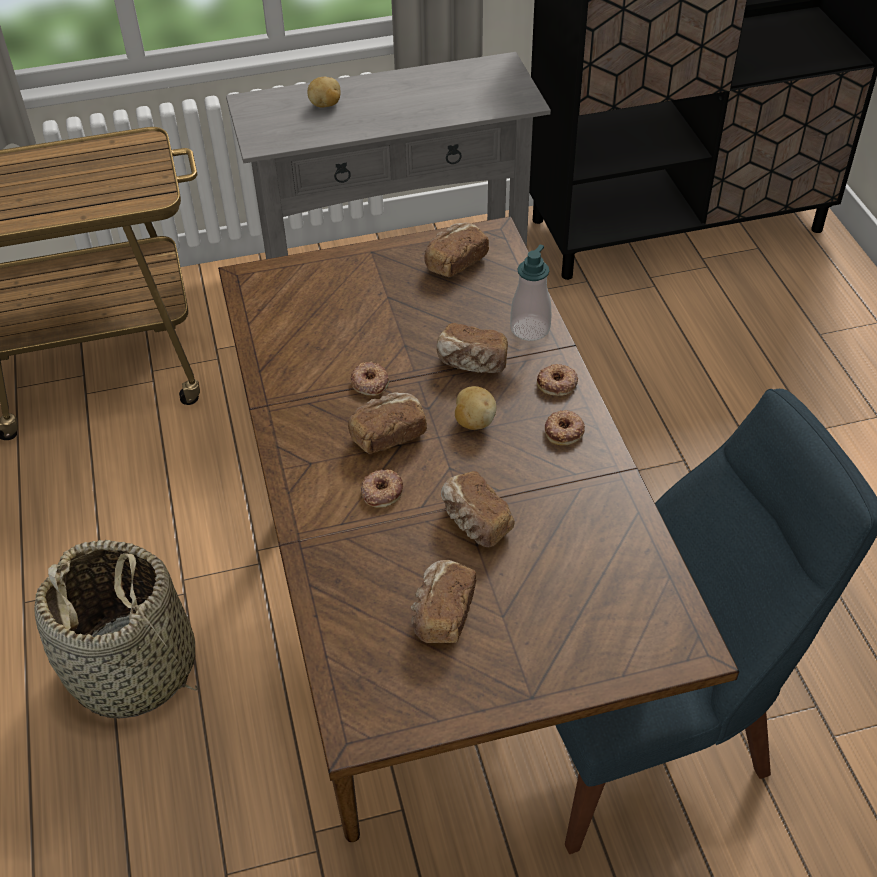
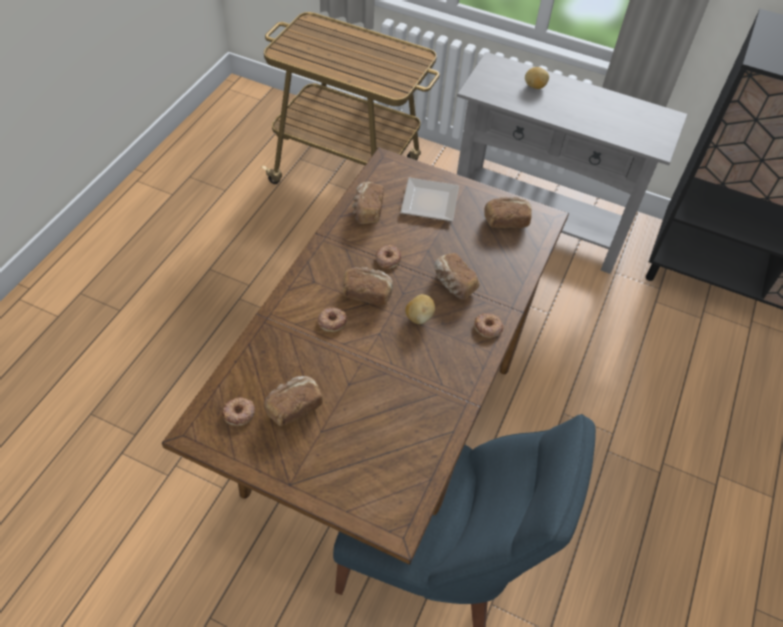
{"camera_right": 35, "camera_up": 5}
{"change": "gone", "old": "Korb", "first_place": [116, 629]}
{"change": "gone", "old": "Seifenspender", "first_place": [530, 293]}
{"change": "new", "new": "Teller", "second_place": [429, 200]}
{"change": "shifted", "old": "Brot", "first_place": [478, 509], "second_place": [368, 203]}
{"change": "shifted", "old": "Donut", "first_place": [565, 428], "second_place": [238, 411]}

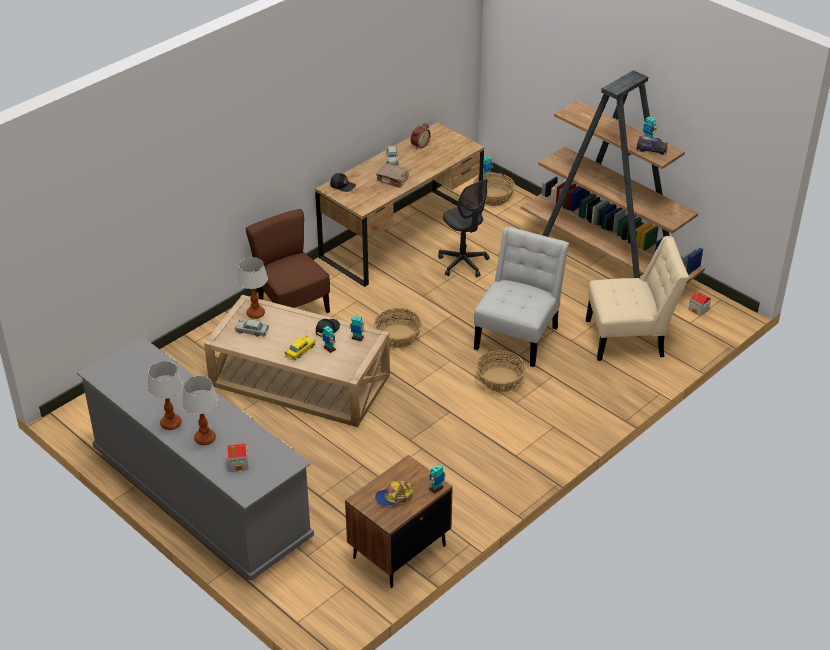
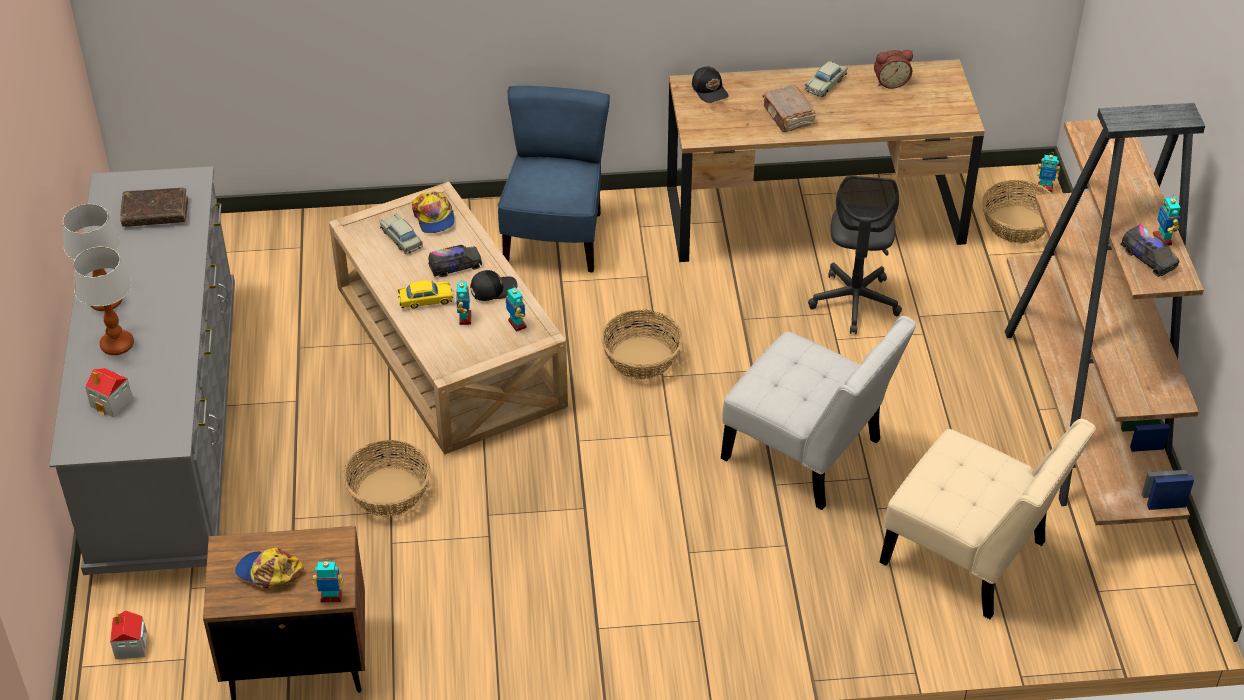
{"camera_right": 40, "camera_up": 5}
{"change": "new", "new": "Buch [braun]", "second_place": [154, 207]}
{"change": "new", "new": "Spielzeuglaster", "second_place": [455, 261]}
{"change": "shifted", "old": "Korb", "first_place": [501, 371], "second_place": [386, 478]}
{"change": "shifted", "old": "Spielzeughaus", "first_place": [700, 303], "second_place": [128, 634]}
{"change": "swapped", "old": "Tischlampe", "new": "Kappe", "first_place": [252, 288], "second_place": [433, 212]}
{"change": "repainted", "old": "Stuhl [braun]", "new": "Stuhl [blau]", "first_place": [287, 261], "second_place": [553, 179]}
{"change": "rotated", "old": "Stuhl [weiß]", "first_place": [521, 296], "second_place": [819, 413], "degrees": 60}

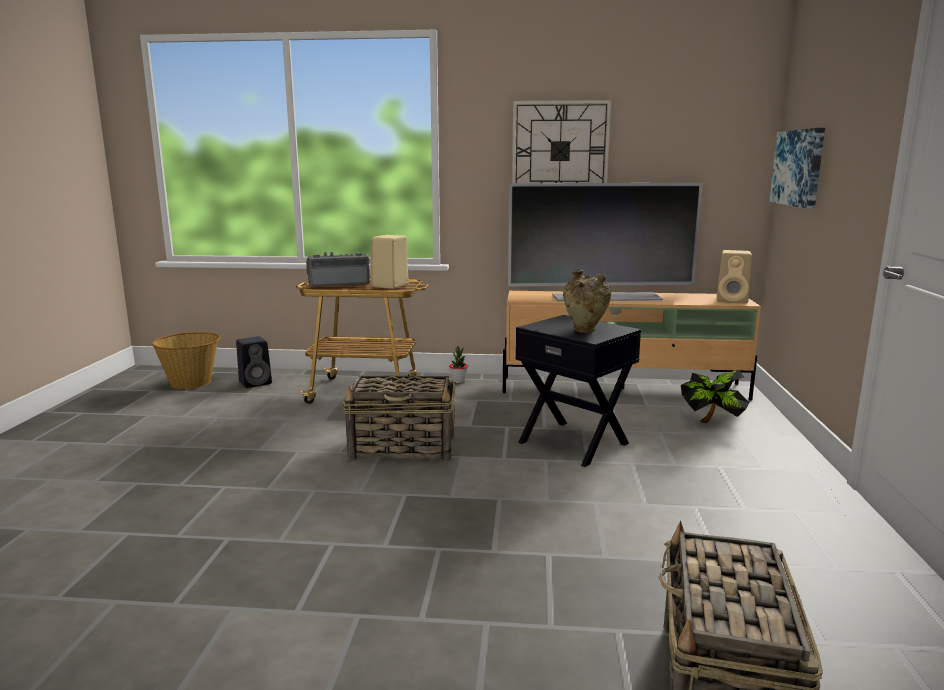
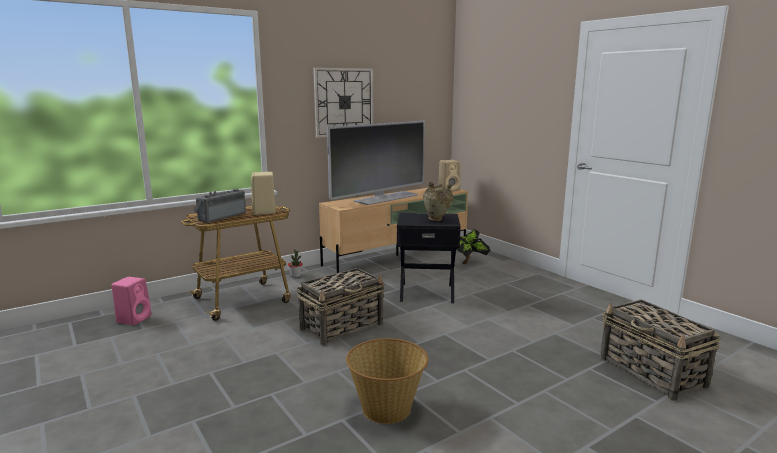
{"camera_right": -40, "camera_up": 0}
{"change": "gone", "old": "Bild", "first_place": [797, 168]}
{"change": "shifted", "old": "Korb", "first_place": [186, 360], "second_place": [387, 381]}
{"change": "repainted", "old": "Lautsprecher [schwarz]", "new": "Lautsprecher [rosa]", "first_place": [254, 362], "second_place": [131, 301]}

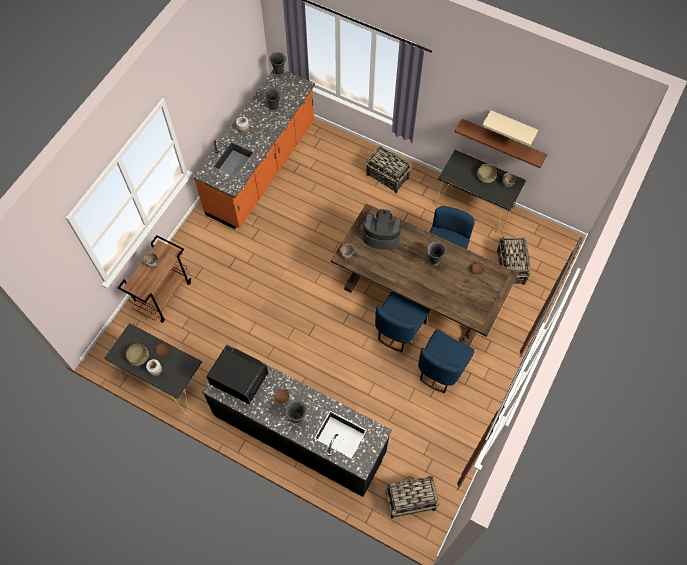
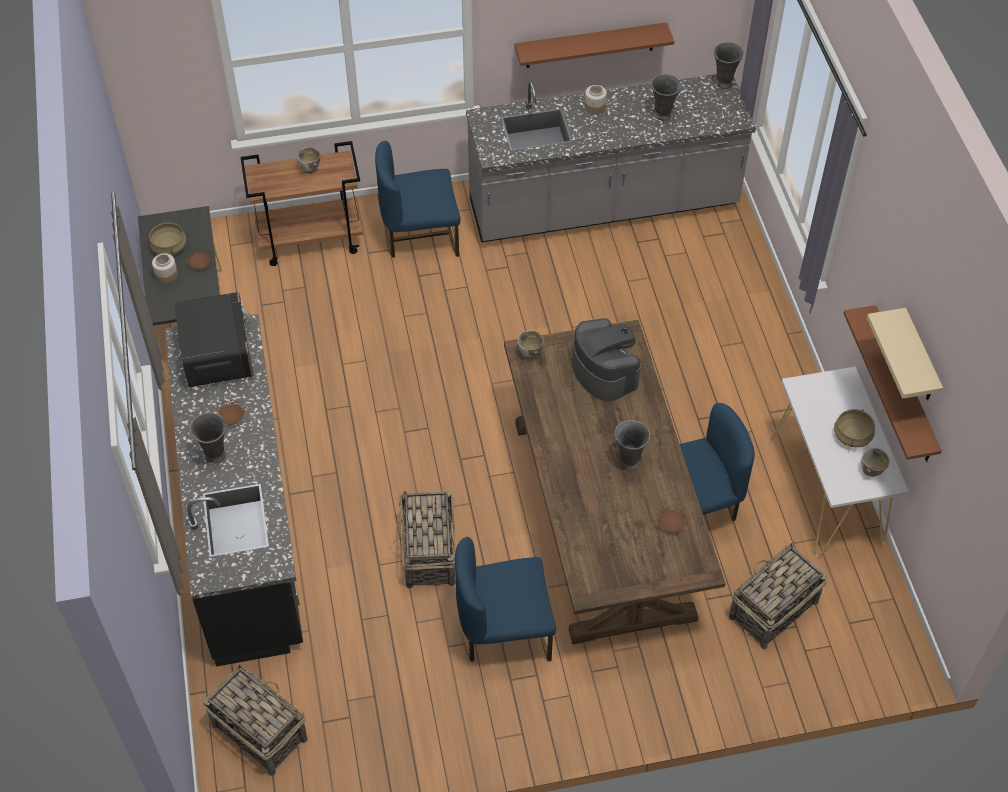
{"camera_right": 50, "camera_up": -10}
{"change": "new", "new": "Wandregal [braun]", "second_place": [594, 45]}
{"change": "shifted", "old": "Korb", "first_place": [389, 169], "second_place": [426, 539]}
{"change": "shifted", "old": "Stuhl [blau]", "first_place": [402, 321], "second_place": [418, 199]}
{"change": "repainted", "old": "Küchenzeile [orange]", "new": "Küchenzeile [grau]", "first_place": [254, 149], "second_place": [611, 158]}
{"change": "repainted", "old": "Konsolentisch [schwarz]", "new": "Konsolentisch [weiß]", "first_place": [480, 192], "second_place": [840, 462]}

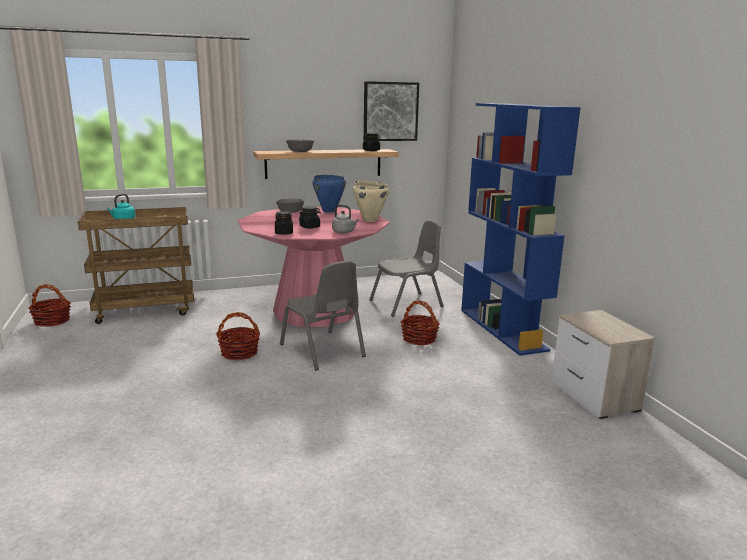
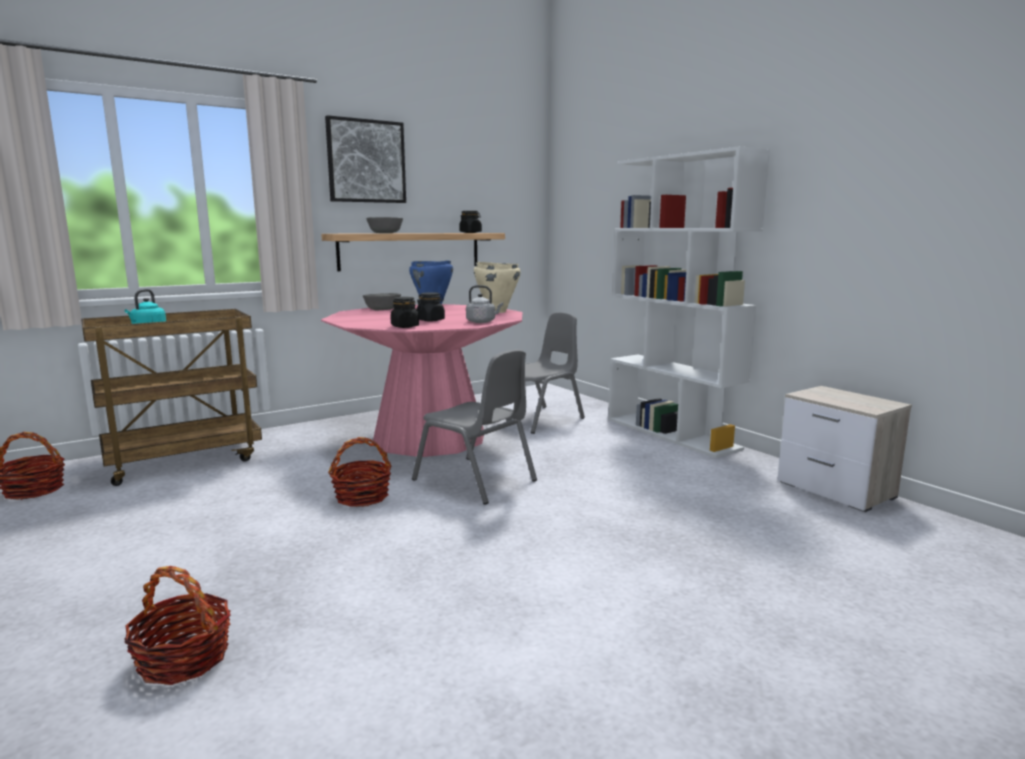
{"camera_right": -15, "camera_up": -5}
{"change": "shifted", "old": "Bild", "first_place": [391, 111], "second_place": [365, 159]}
{"change": "shifted", "old": "Korb", "first_place": [420, 323], "second_place": [177, 625]}
{"change": "repainted", "old": "Bücherregal [blau]", "new": "Bücherregal [weiß]", "first_place": [521, 229], "second_place": [689, 302]}

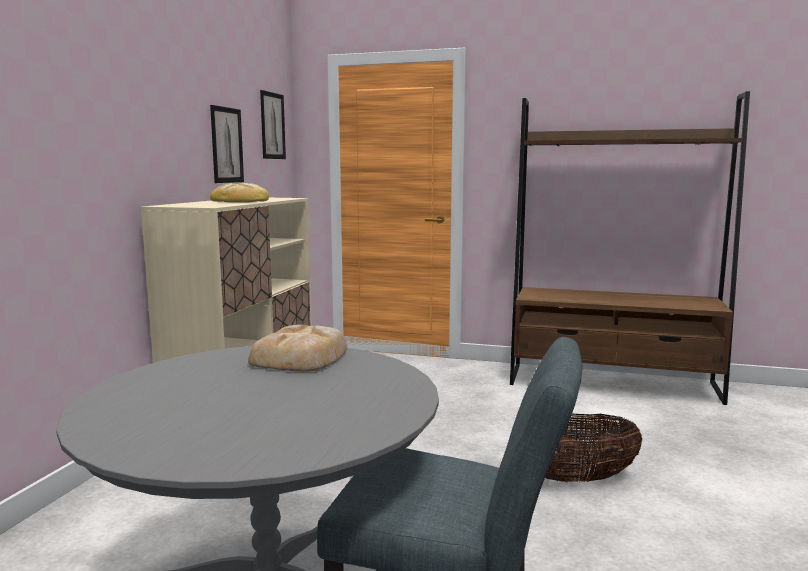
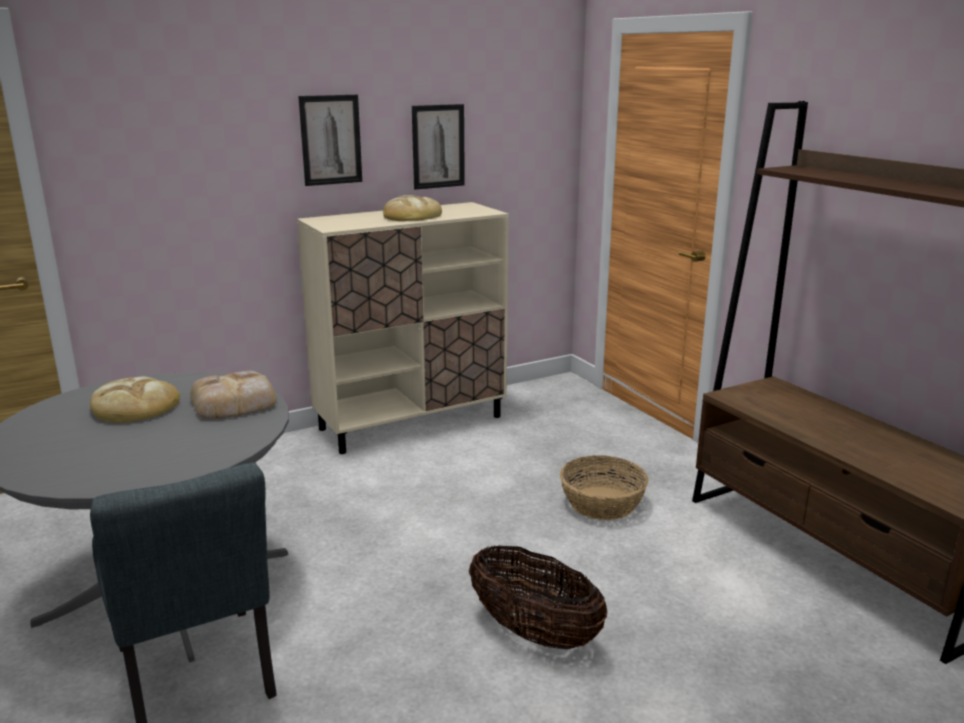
{"camera_right": 45, "camera_up": 10}
{"change": "new", "new": "Brot", "second_place": [135, 399]}
{"change": "new", "new": "Korb", "second_place": [604, 487]}
{"change": "shifted", "old": "Bild", "first_place": [273, 124], "second_place": [330, 140]}

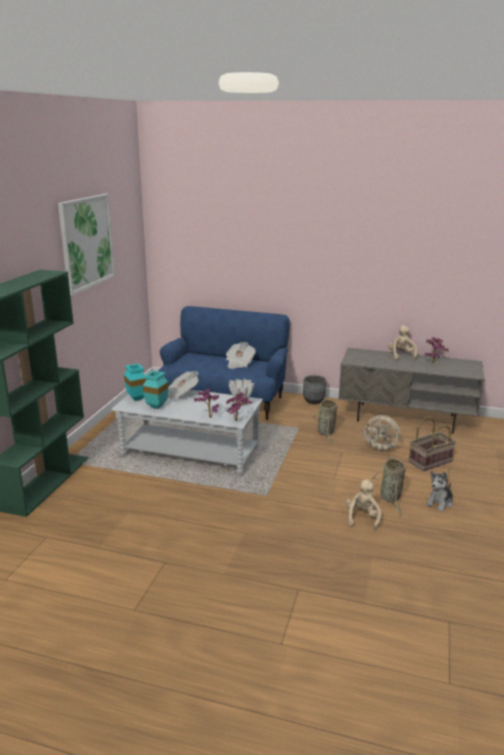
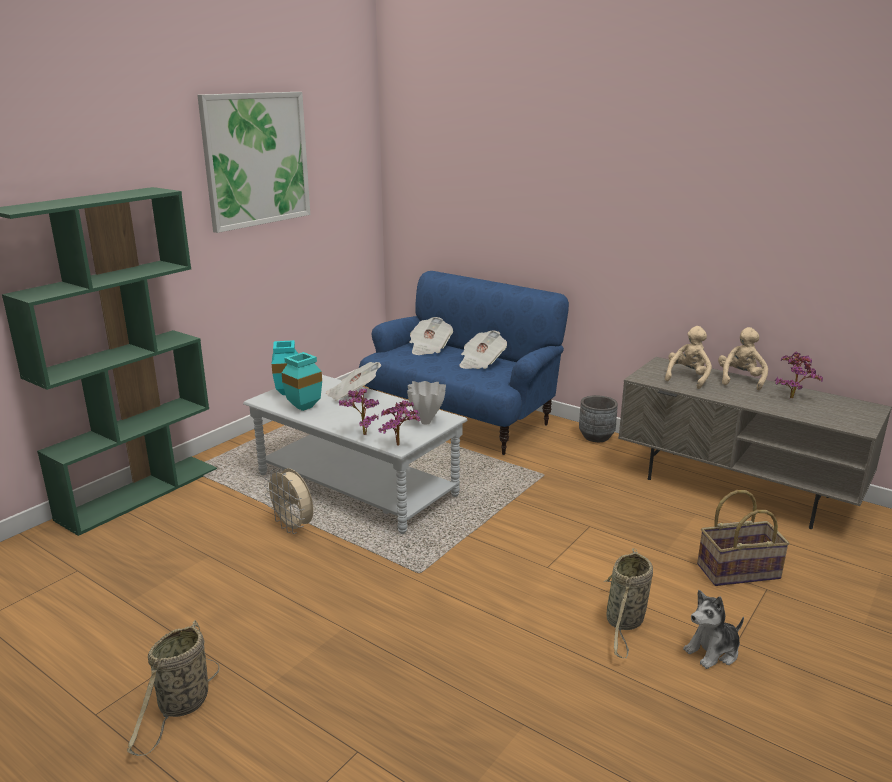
{"camera_right": 20, "camera_up": 0}
{"change": "new", "new": "Zeitung", "second_place": [431, 336]}
{"change": "shifted", "old": "Korb", "first_place": [325, 420], "second_place": [173, 688]}
{"change": "shifted", "old": "Plüschtier [beige]", "first_place": [363, 504], "second_place": [688, 357]}
{"change": "shifted", "old": "Ventilator [beige]", "first_place": [381, 433], "second_place": [288, 501]}

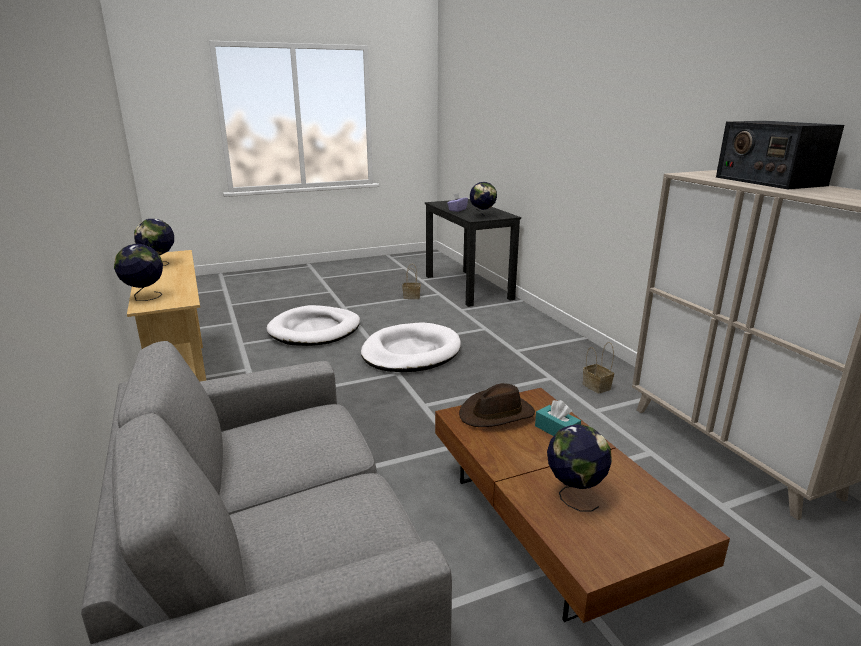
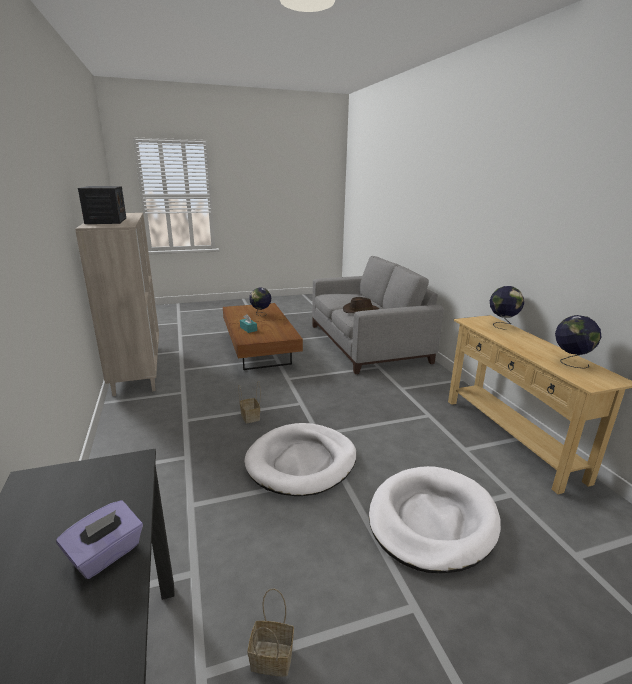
{"camera_right": -175, "camera_up": 0}
{"change": "gone", "old": "Globus", "first_place": [483, 199]}
{"change": "shifted", "old": "Hut [braun]", "first_place": [497, 405], "second_place": [361, 305]}
{"change": "shifted", "old": "Korb", "first_place": [598, 368], "second_place": [249, 402]}

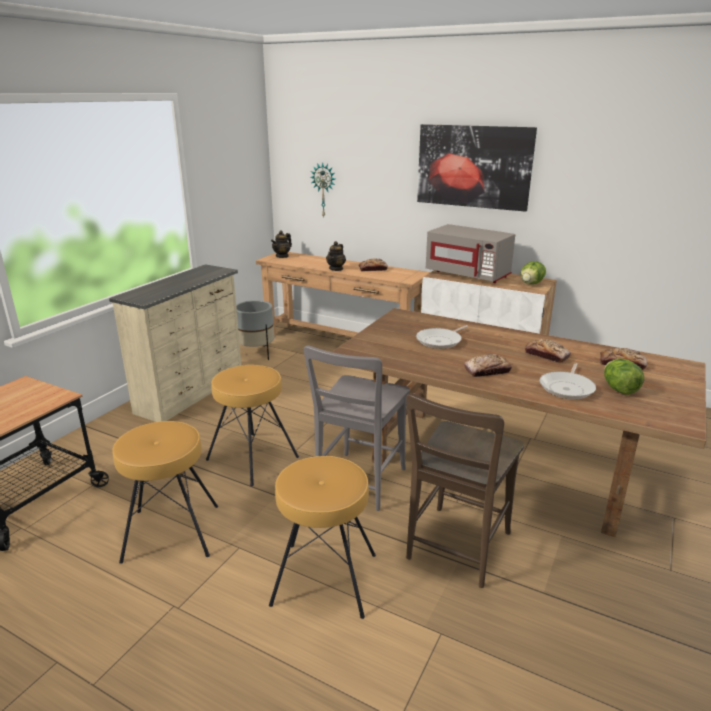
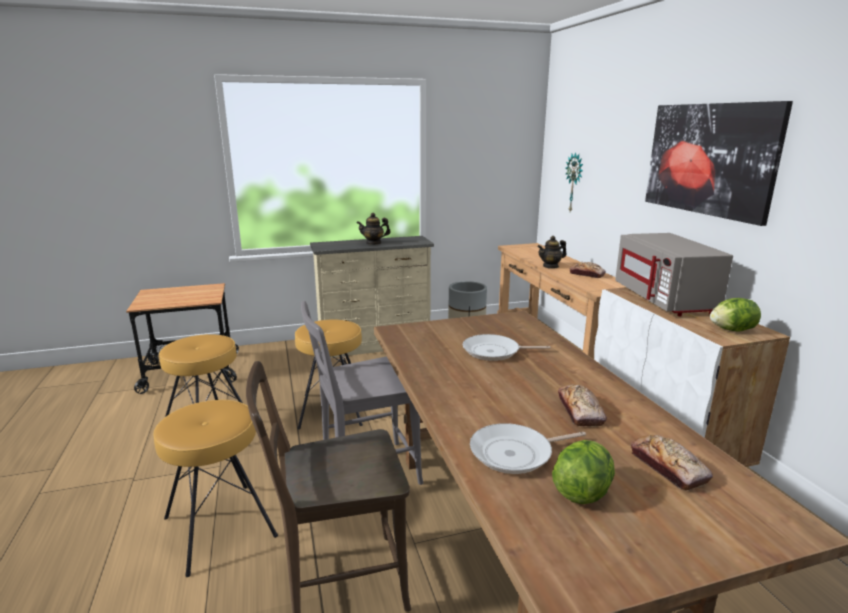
{"camera_right": 45, "camera_up": -5}
{"change": "gone", "old": "Brot", "first_place": [488, 365]}
{"change": "shifted", "old": "Teekanne", "first_place": [281, 244], "second_place": [374, 229]}

